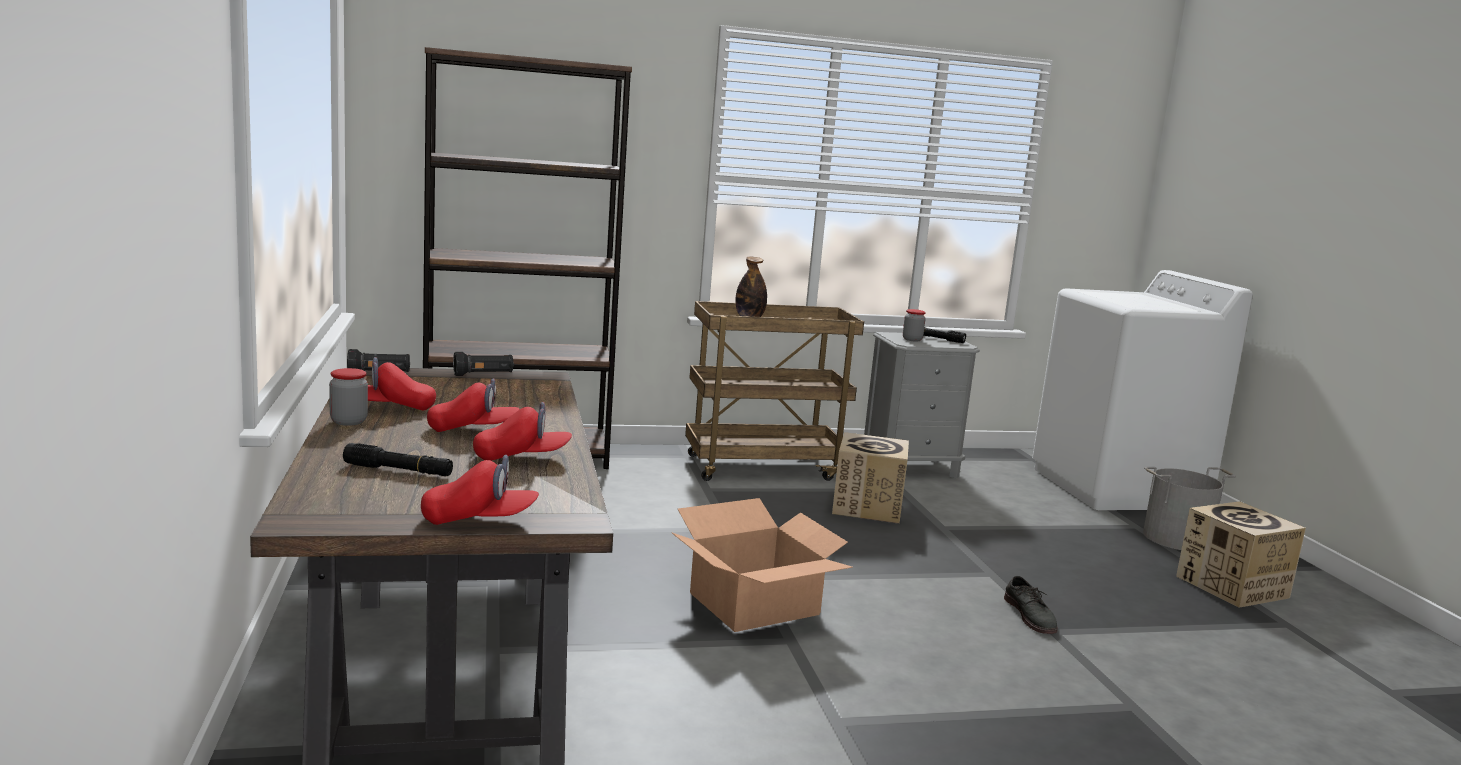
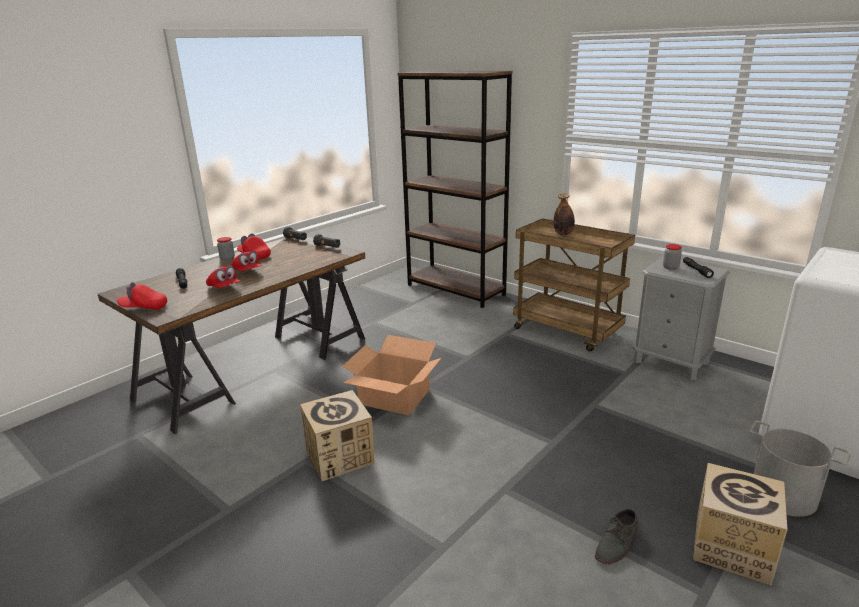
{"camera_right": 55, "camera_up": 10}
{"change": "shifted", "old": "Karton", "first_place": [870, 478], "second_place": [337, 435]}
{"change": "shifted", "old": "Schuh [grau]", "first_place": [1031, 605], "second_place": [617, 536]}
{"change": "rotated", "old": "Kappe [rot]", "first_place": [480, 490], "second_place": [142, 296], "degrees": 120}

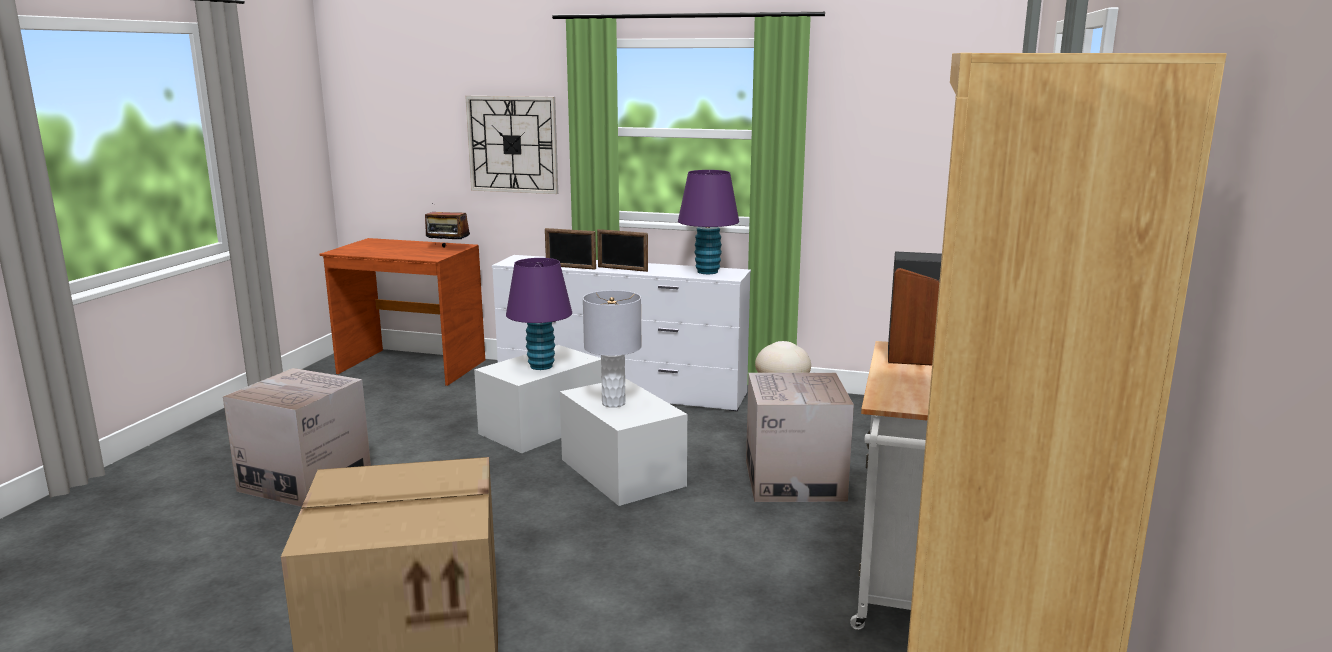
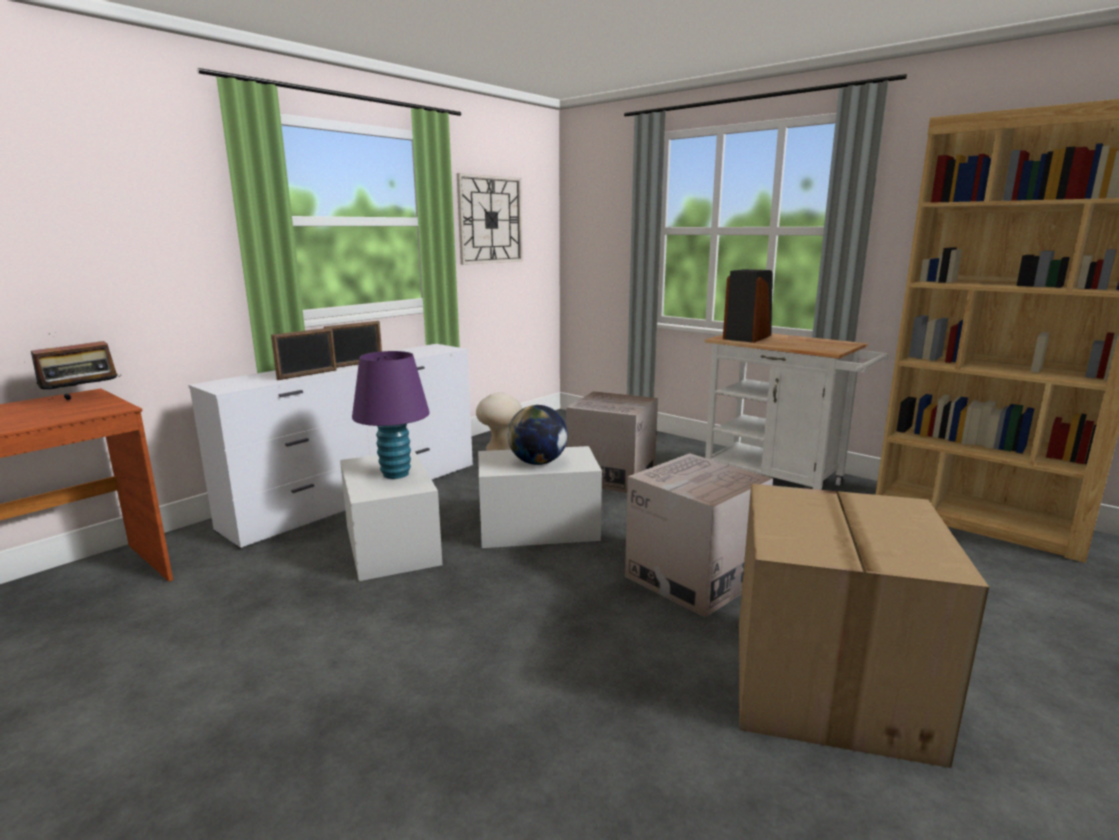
{"camera_right": -65, "camera_up": 0}
{"change": "gone", "old": "Tischlampe [lila]", "first_place": [708, 222]}
{"change": "shifted", "old": "Karton", "first_place": [297, 437], "second_place": [699, 535]}
{"change": "shifted", "old": "Wanduhr", "first_place": [511, 145], "second_place": [490, 219]}
{"change": "swapped", "old": "Tischlampe [grau]", "new": "Globus", "first_place": [612, 349], "second_place": [538, 435]}

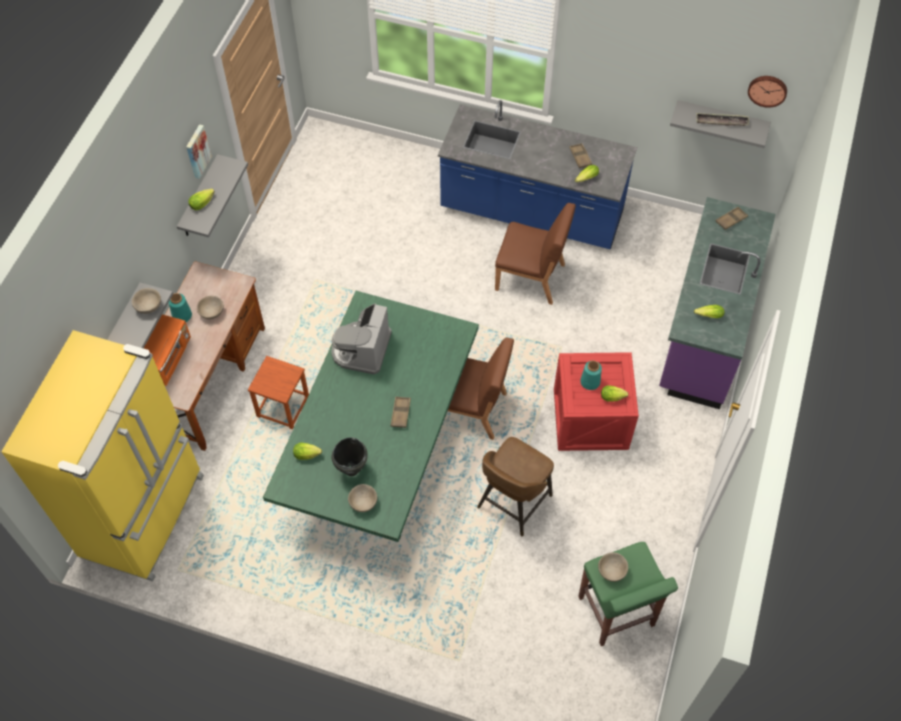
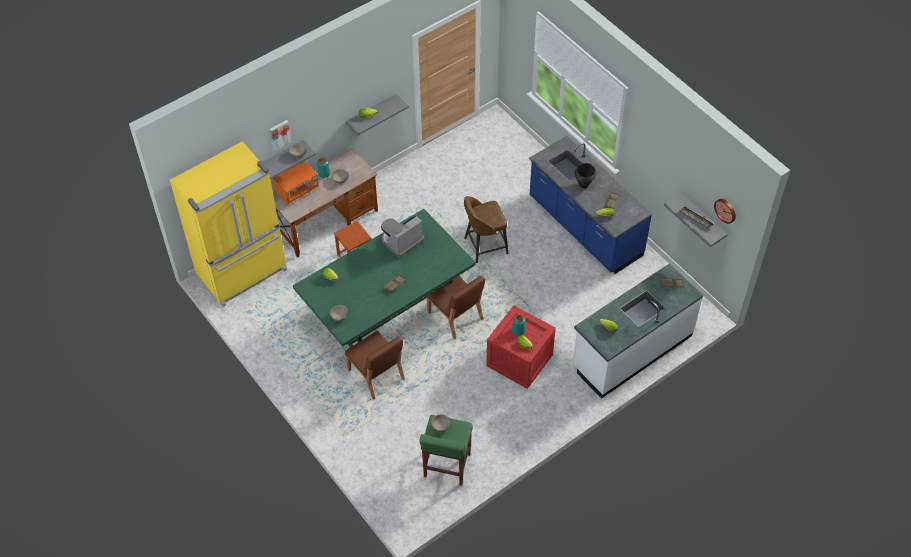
{"camera_right": 35, "camera_up": -5}
{"change": "shifted", "old": "Bild", "first_place": [199, 151], "second_place": [281, 135]}
{"change": "shifted", "old": "Kochtopf [schwarz]", "first_place": [350, 456], "second_place": [585, 175]}
{"change": "shifted", "old": "Hocker [braun]", "first_place": [515, 486], "second_place": [486, 229]}
{"change": "shifted", "old": "Stuhl [braun]", "first_place": [535, 254], "second_place": [375, 365]}
{"change": "repainted", "old": "Küchenzeile [lila]", "new": "Küchenzeile [weiß]", "first_place": [717, 303], "second_place": [638, 331]}

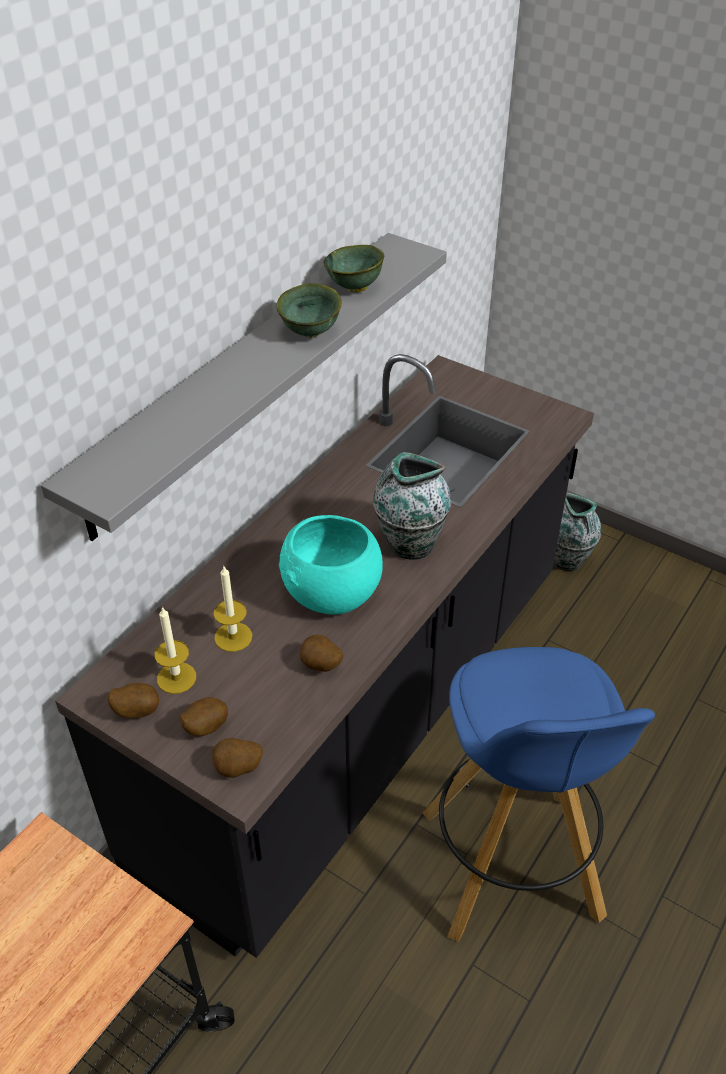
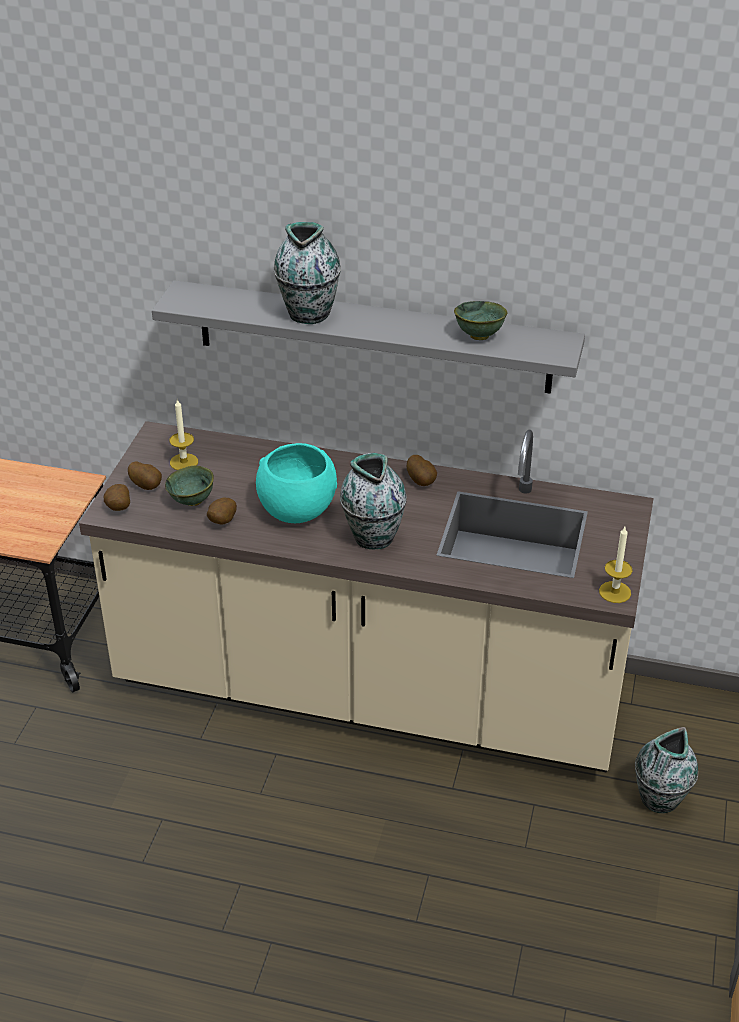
{"camera_right": 70, "camera_up": -5}
{"change": "gone", "old": "Hocker [blau]", "first_place": [539, 794]}
{"change": "new", "new": "Vase", "second_place": [307, 273]}
{"change": "shifted", "old": "Kartoffel", "first_place": [133, 700], "second_place": [422, 470]}
{"change": "shifted", "old": "Kerze", "first_place": [232, 609], "second_place": [615, 565]}
{"change": "shifted", "old": "Schüssel [grün]", "first_place": [309, 310], "second_place": [189, 485]}
{"change": "repainted", "old": "Küchenzeile [schwarz]", "new": "Küchenzeile [beige]", "first_place": [324, 656], "second_place": [366, 597]}

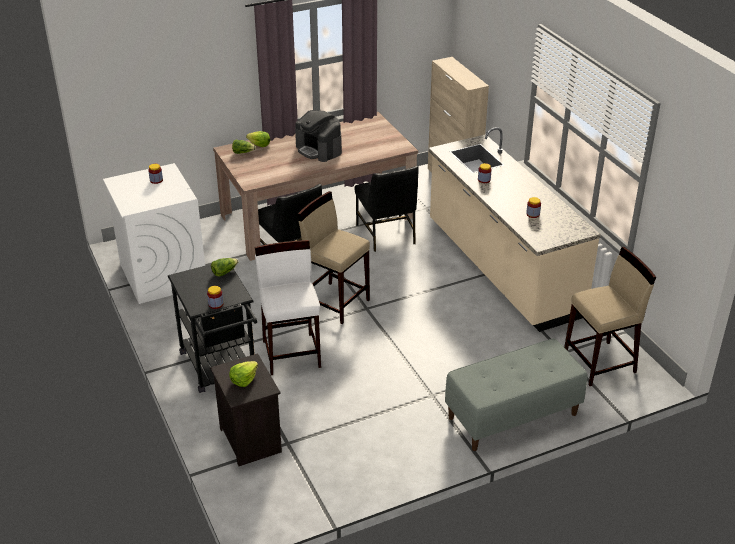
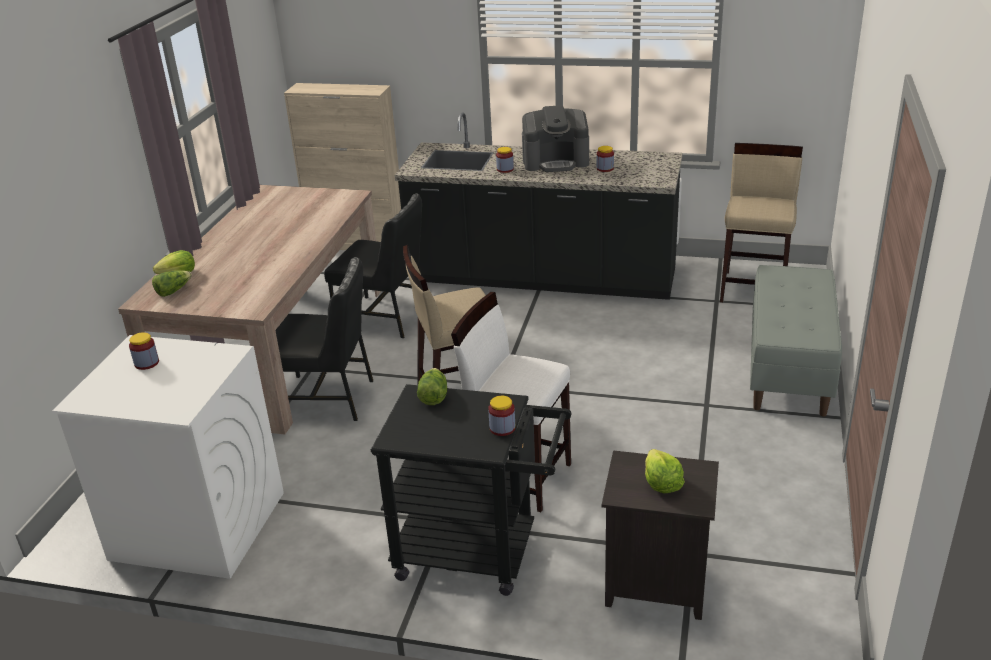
{"camera_right": -50, "camera_up": -5}
{"change": "shifted", "old": "Kaffeemaschine", "first_place": [318, 136], "second_place": [555, 138]}
{"change": "repainted", "old": "Küchenzeile [beige]", "new": "Küchenzeile [schwarz]", "first_place": [515, 229], "second_place": [539, 206]}

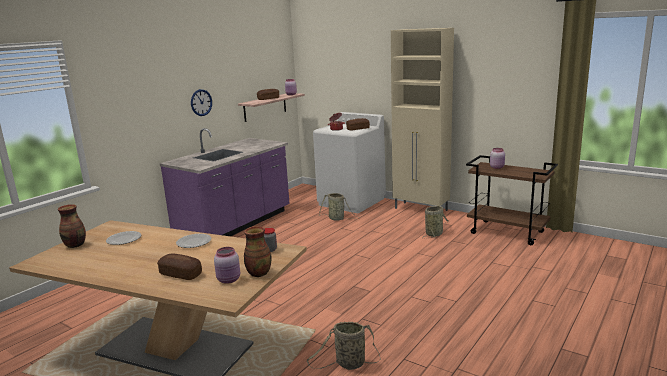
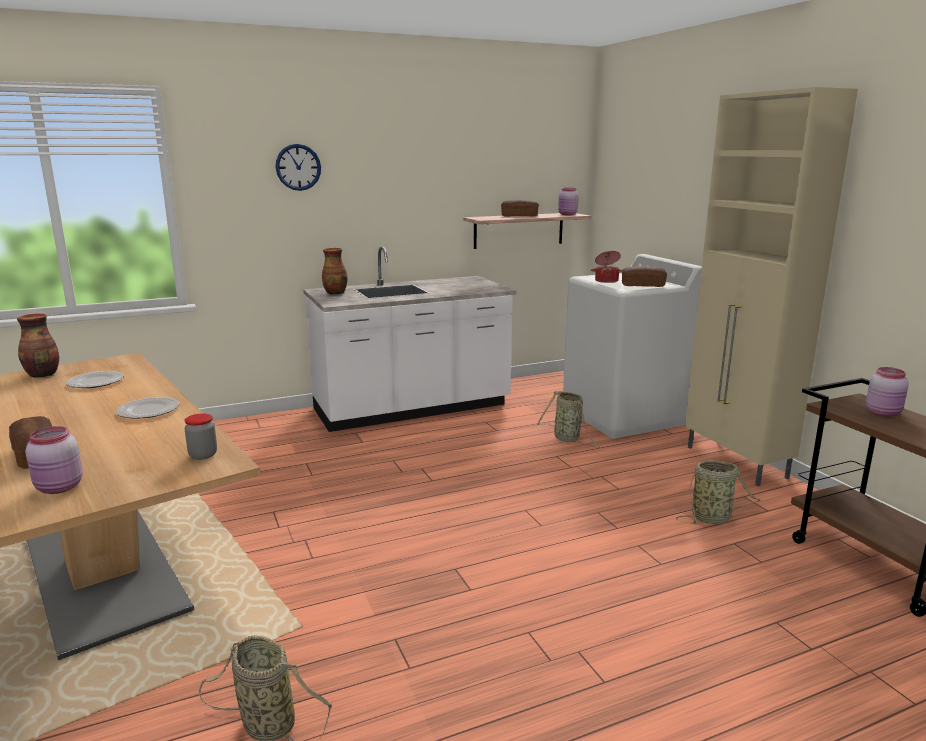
{"camera_right": 30, "camera_up": 0}
{"change": "shifted", "old": "Wanduhr", "first_place": [201, 102], "second_place": [298, 167]}
{"change": "shifted", "old": "Vase", "first_place": [258, 251], "second_place": [335, 271]}
{"change": "repainted", "old": "Küchenzeile [lila]", "new": "Küchenzeile [weiß]", "first_place": [224, 182], "second_place": [409, 339]}

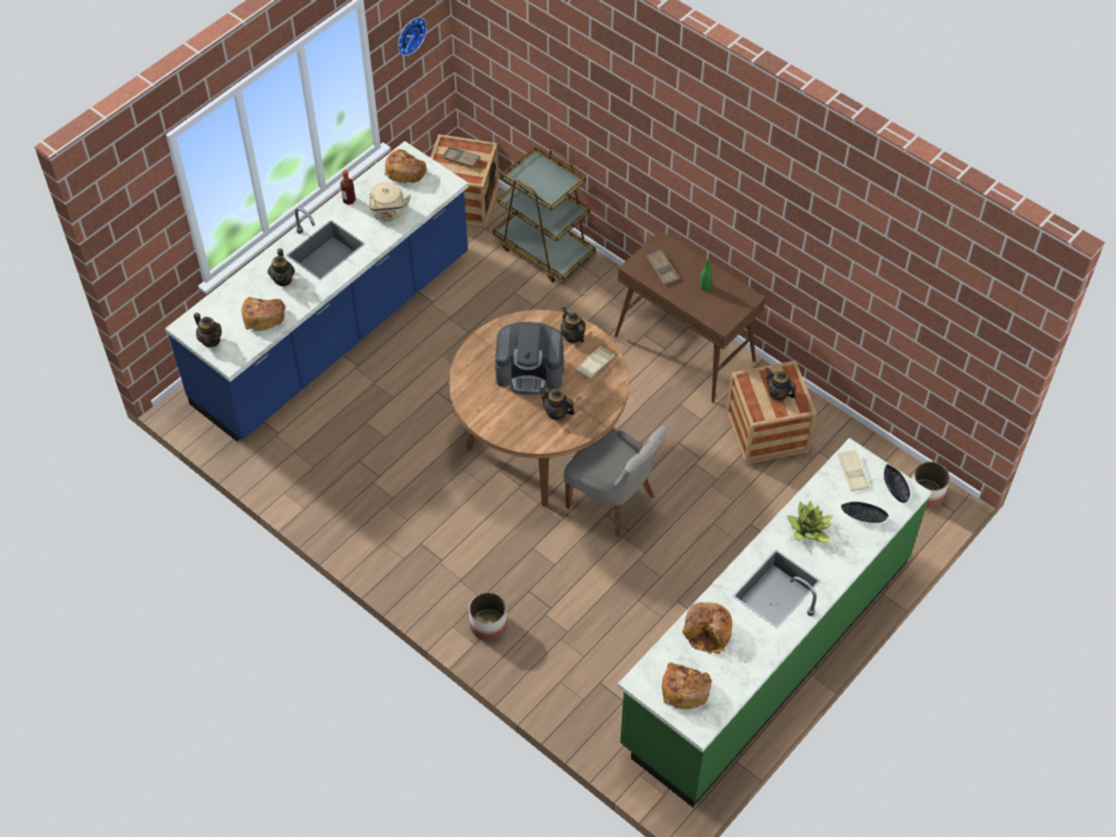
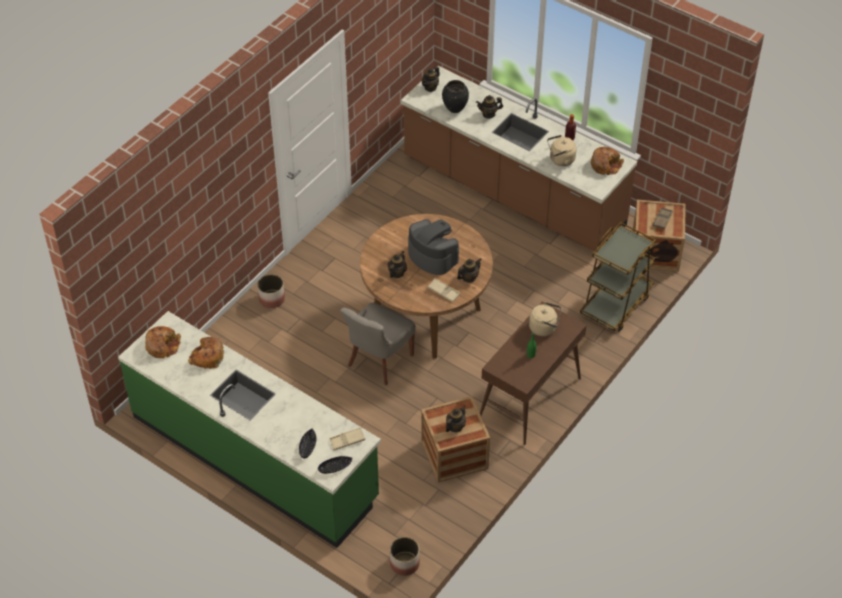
{"camera_right": 85, "camera_up": -5}
{"change": "gone", "old": "Wanduhr", "first_place": [412, 36]}
{"change": "gone", "old": "Topfpflanze", "first_place": [810, 521]}
{"change": "swapped", "old": "Brot", "new": "Vase [schwarz]", "first_place": [263, 314], "second_place": [455, 96]}
{"change": "swapped", "old": "Tablett [braun]", "new": "Wasserkessel [beige]", "first_place": [663, 268], "second_place": [545, 319]}
{"change": "repainted", "old": "Küchenzeile [blau]", "new": "Küchenzeile [braun]", "first_place": [316, 291], "second_place": [519, 159]}
{"change": "rotated", "old": "Kaffeemaschine", "first_place": [529, 358], "second_place": [433, 247], "degrees": 135}

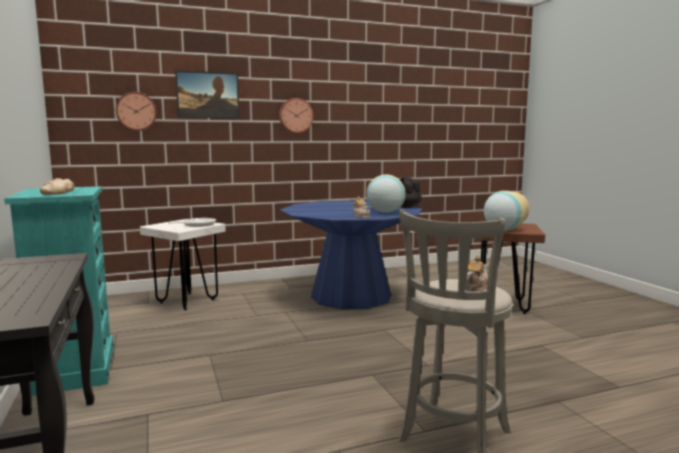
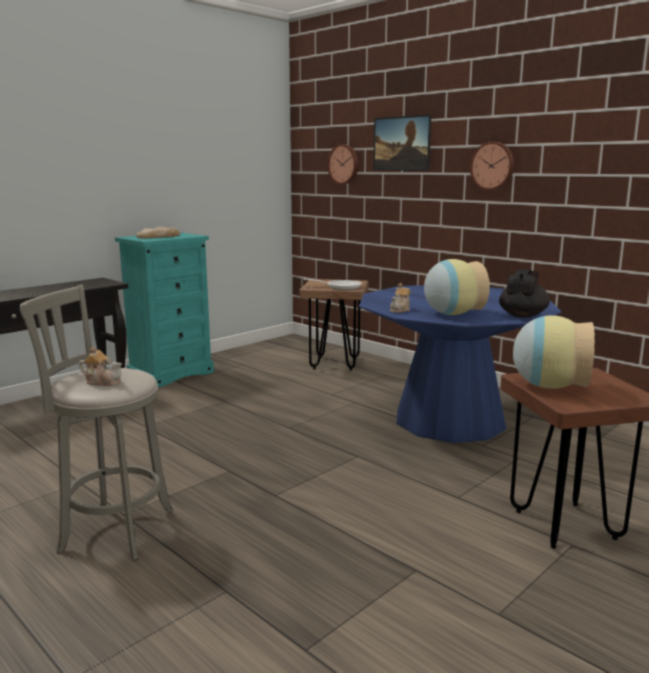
{"camera_right": 65, "camera_up": 5}
{"change": "repainted", "old": "Hocker [weiß]", "new": "Hocker [braun]", "first_place": [183, 264], "second_place": [334, 325]}

